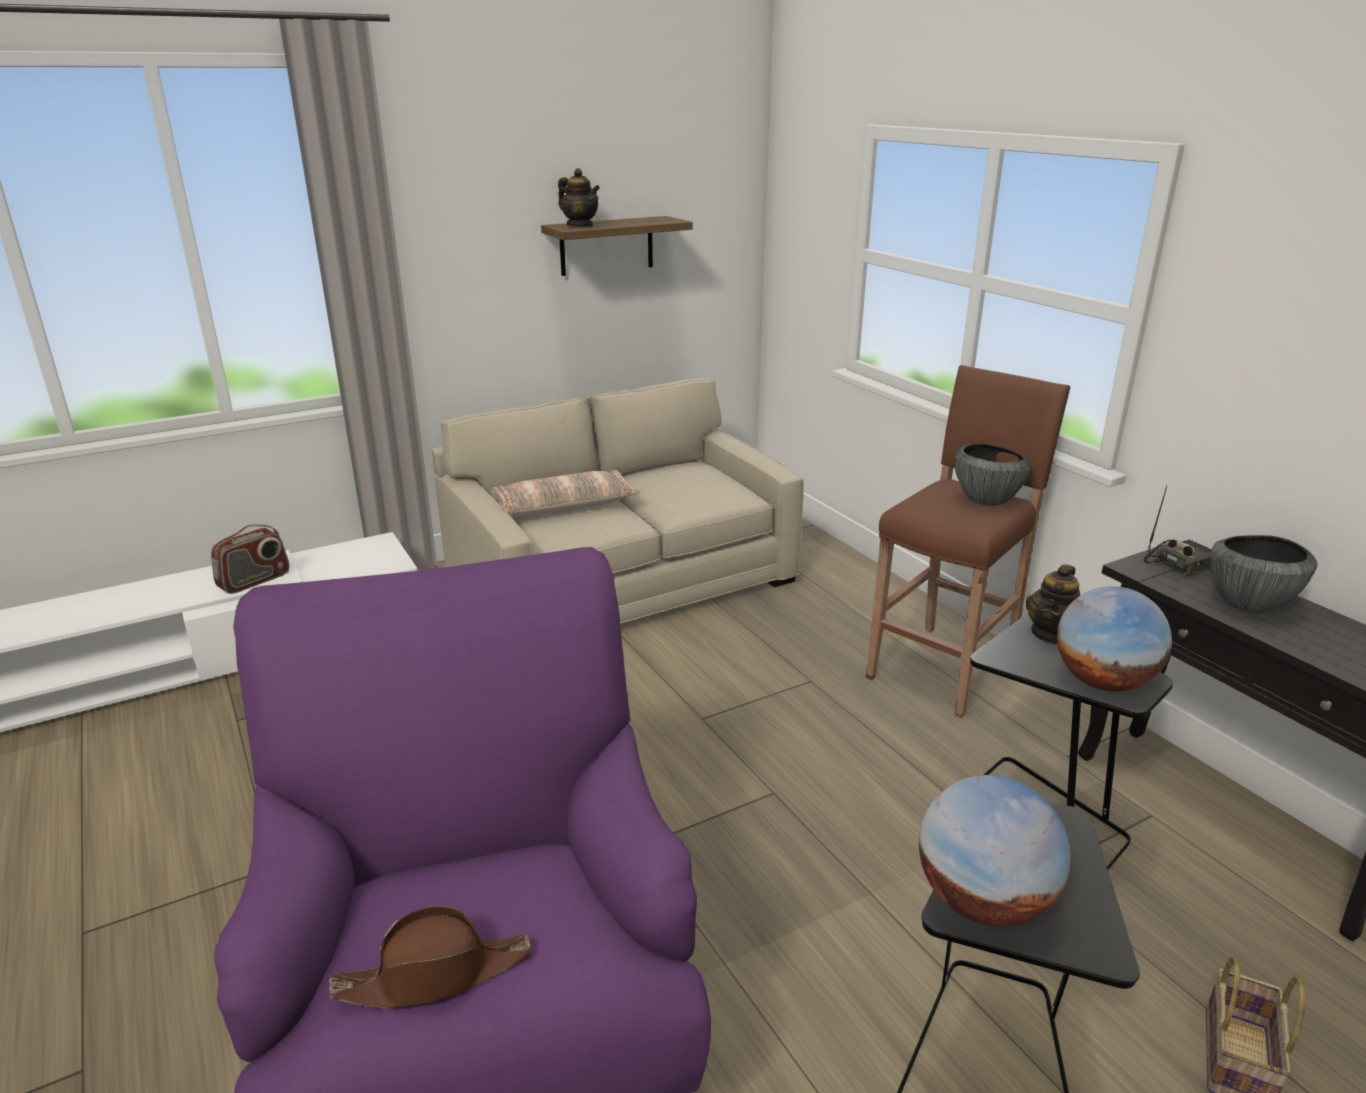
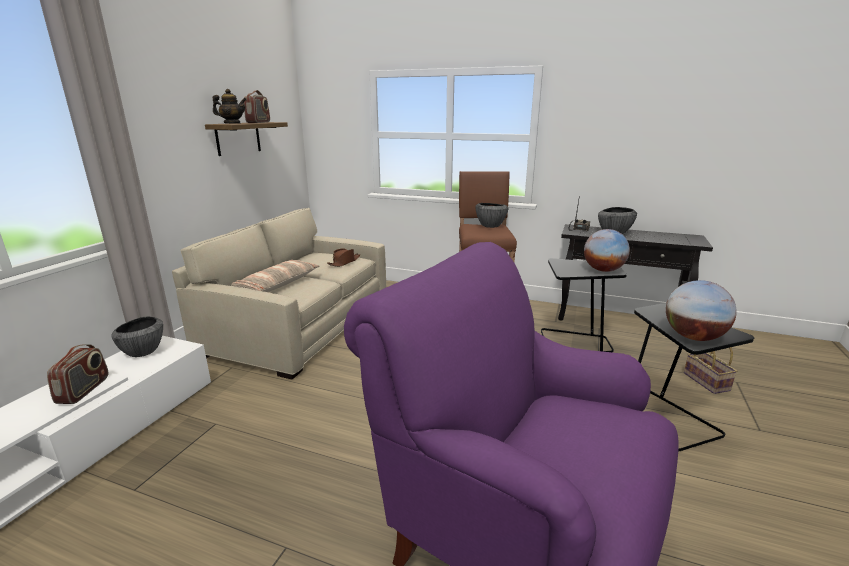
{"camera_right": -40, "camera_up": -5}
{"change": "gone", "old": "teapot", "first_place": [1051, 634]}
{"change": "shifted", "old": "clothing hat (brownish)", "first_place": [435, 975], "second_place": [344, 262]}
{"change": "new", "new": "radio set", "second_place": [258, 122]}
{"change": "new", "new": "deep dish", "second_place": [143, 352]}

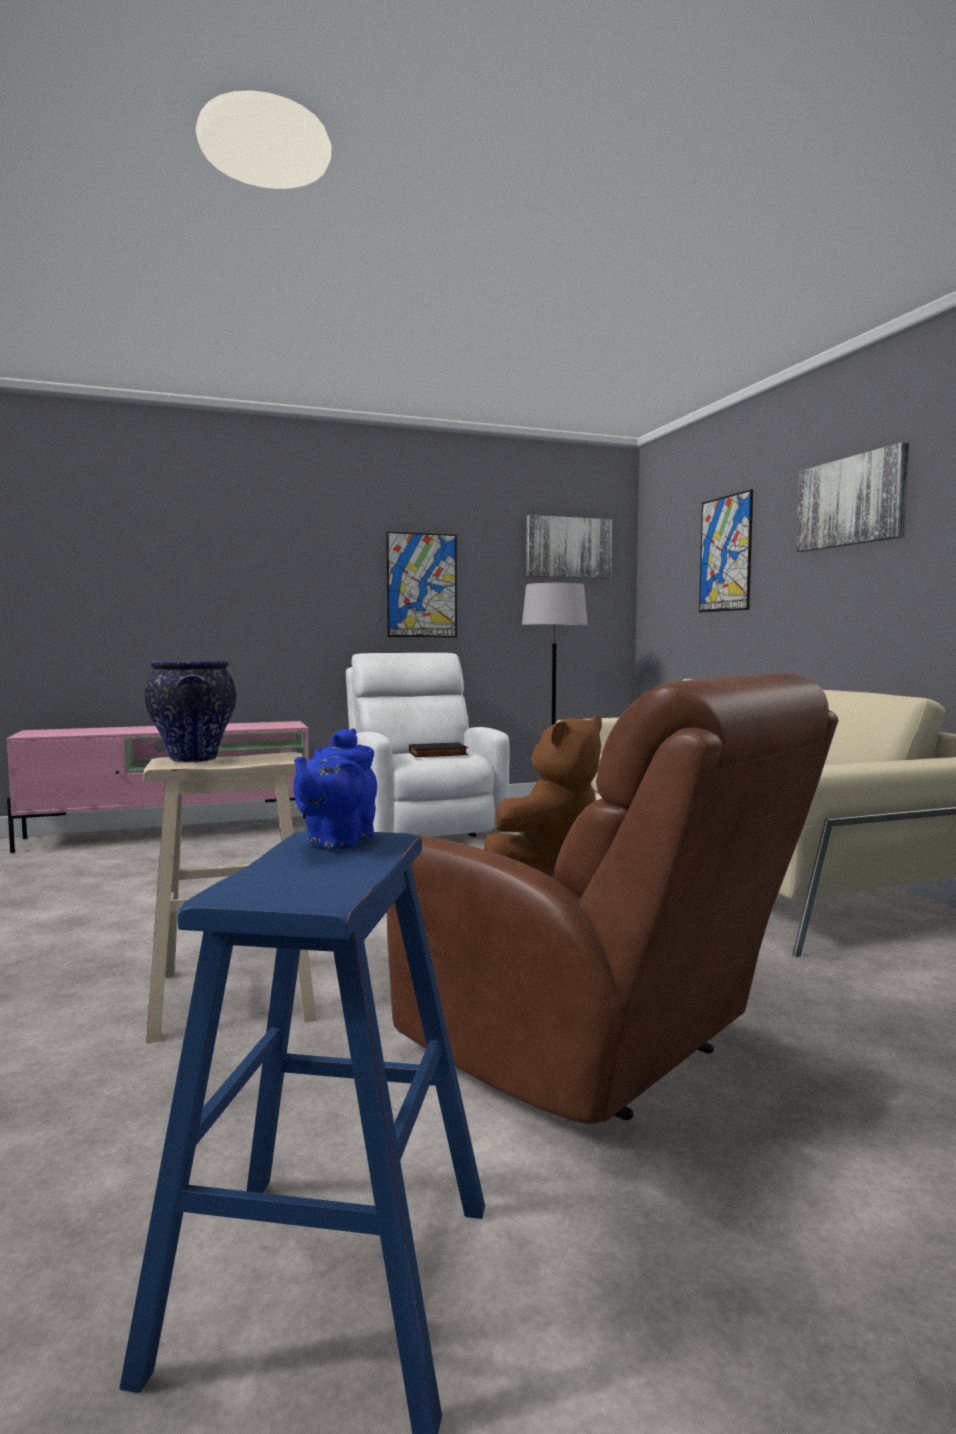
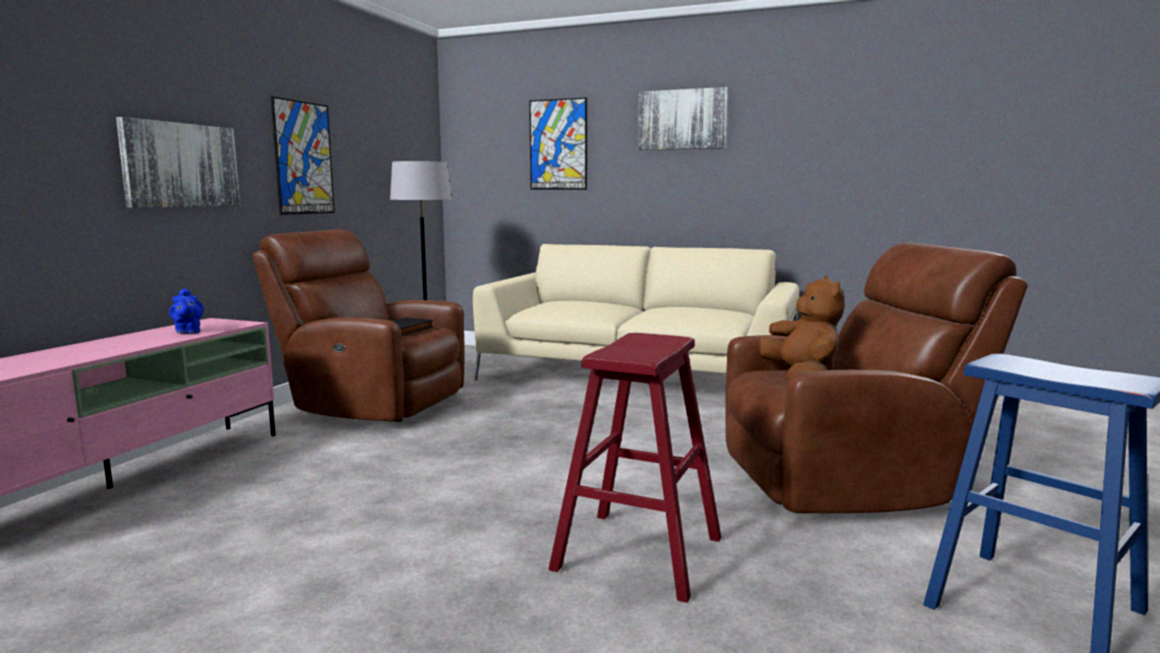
{"camera_right": -50, "camera_up": 5}
{"change": "shifted", "old": "picture", "first_place": [568, 547], "second_place": [180, 165]}
{"change": "repainted", "old": "lounge chair (white)", "new": "lounge chair (brownish)", "first_place": [423, 826], "second_place": [372, 405]}
{"change": "gone", "old": "flower vase", "first_place": [193, 759]}
{"change": "shifted", "old": "teapot (blue-coloured)", "first_place": [336, 841], "second_place": [188, 332]}
{"change": "repainted", "old": "stool seat (beige-coloured)", "new": "stool seat (red)", "first_place": [235, 995], "second_place": [638, 553]}

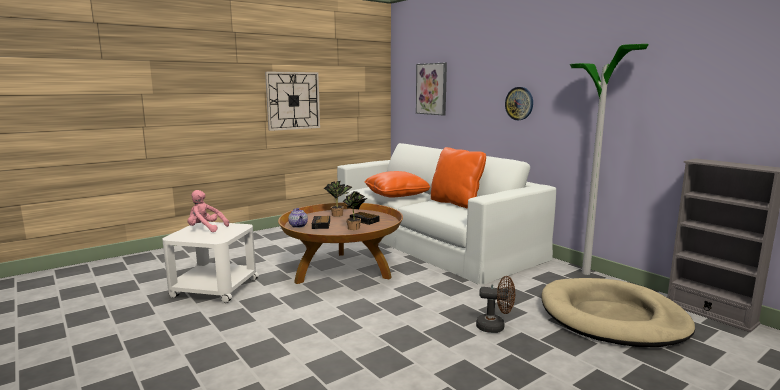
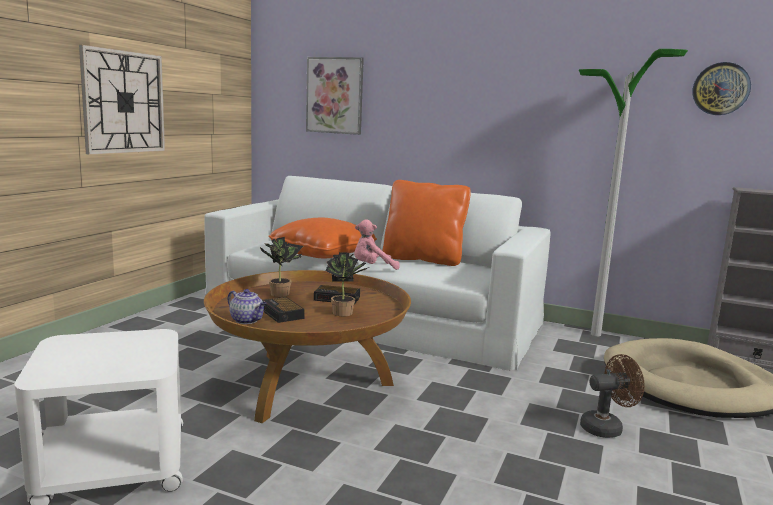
{"camera_right": -30, "camera_up": 0}
{"change": "shifted", "old": "clock on the wall", "first_place": [519, 103], "second_place": [720, 89]}
{"change": "shifted", "old": "cuddly toy (pink-coloured)", "first_place": [205, 229], "second_place": [372, 268]}

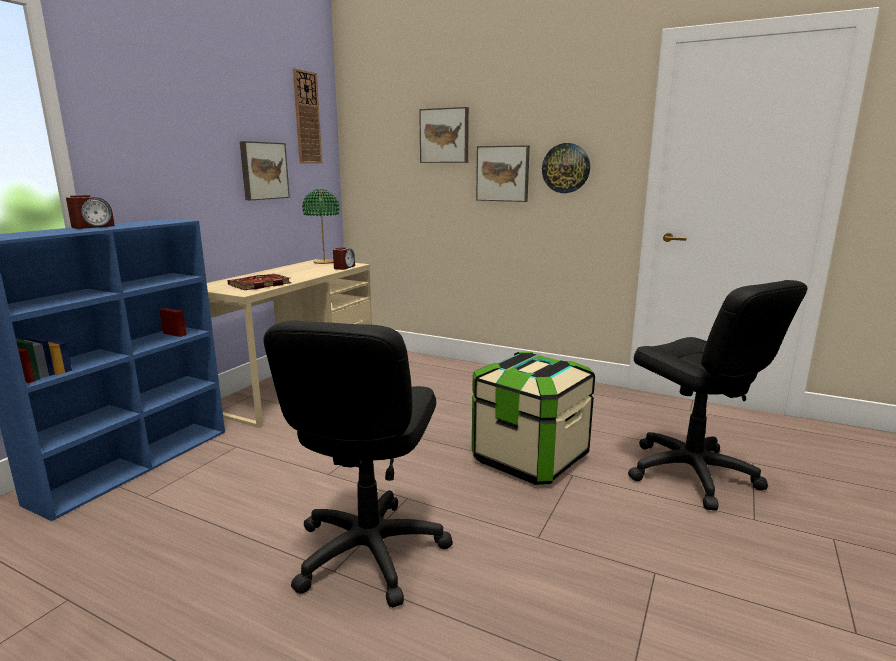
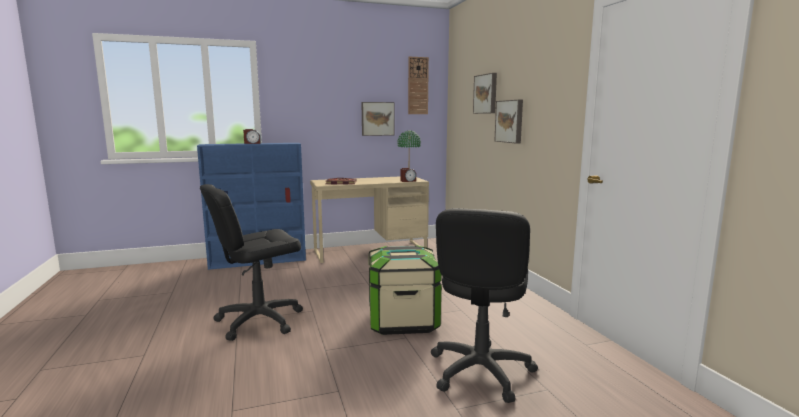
{"camera_right": 45, "camera_up": -5}
{"change": "gone", "old": "clock on the wall", "first_place": [566, 168]}

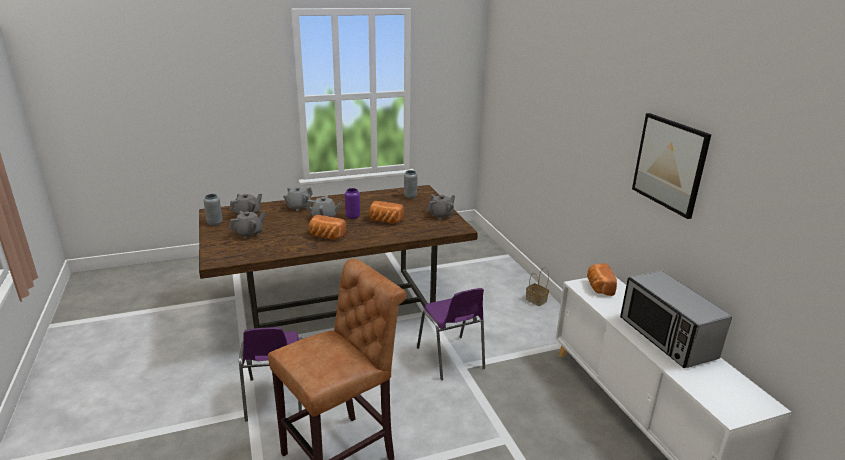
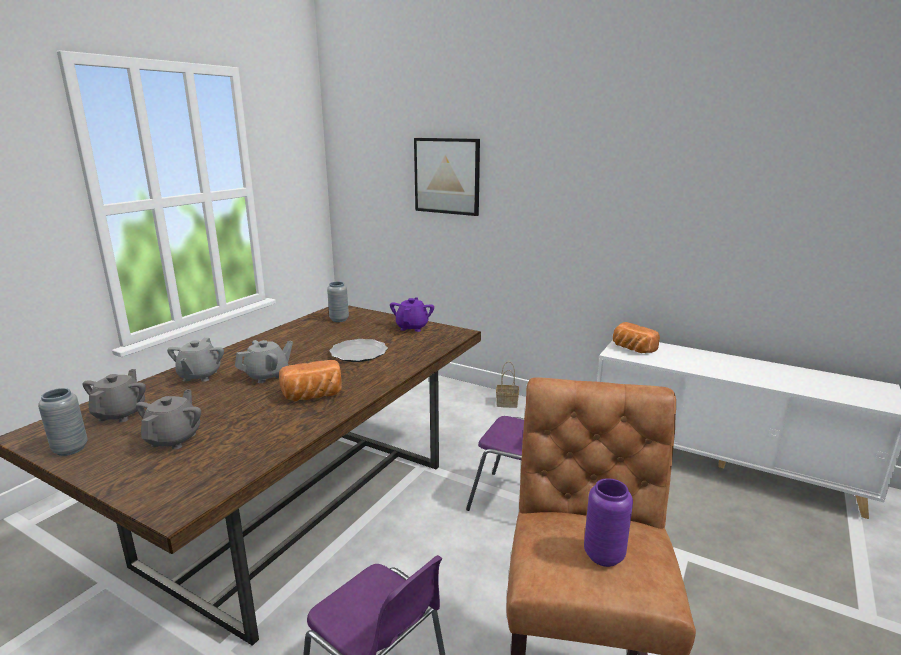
{"camera_right": -40, "camera_up": -5}
{"change": "shifted", "old": "picture", "first_place": [669, 164], "second_place": [447, 176]}
{"change": "shifted", "old": "flower vase (purple)", "first_place": [353, 217], "second_place": [604, 555]}
{"change": "repainted", "old": "teapot (grey)", "new": "teapot (purple)", "first_place": [441, 215], "second_place": [412, 327]}
{"change": "swapped", "old": "bread", "new": "flat dish", "first_place": [385, 221], "second_place": [358, 353]}
{"change": "gone", "old": "microwave oven", "first_place": [666, 338]}

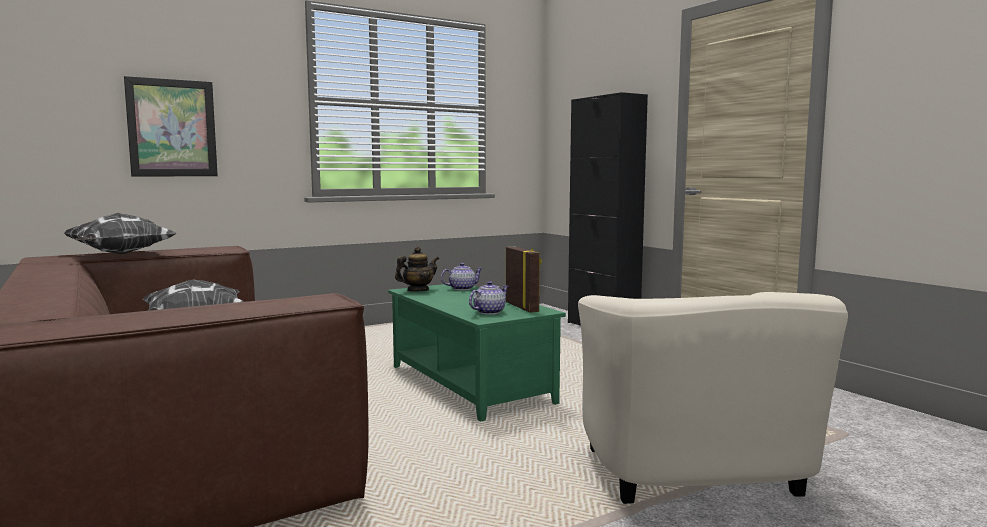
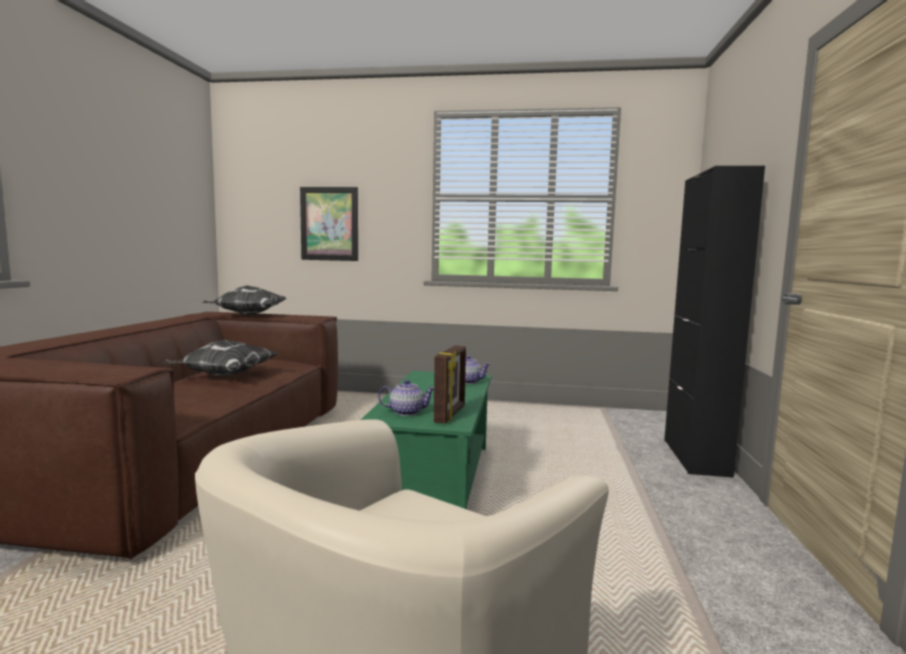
{"camera_right": 40, "camera_up": 0}
{"change": "gone", "old": "teapot", "first_place": [417, 290]}

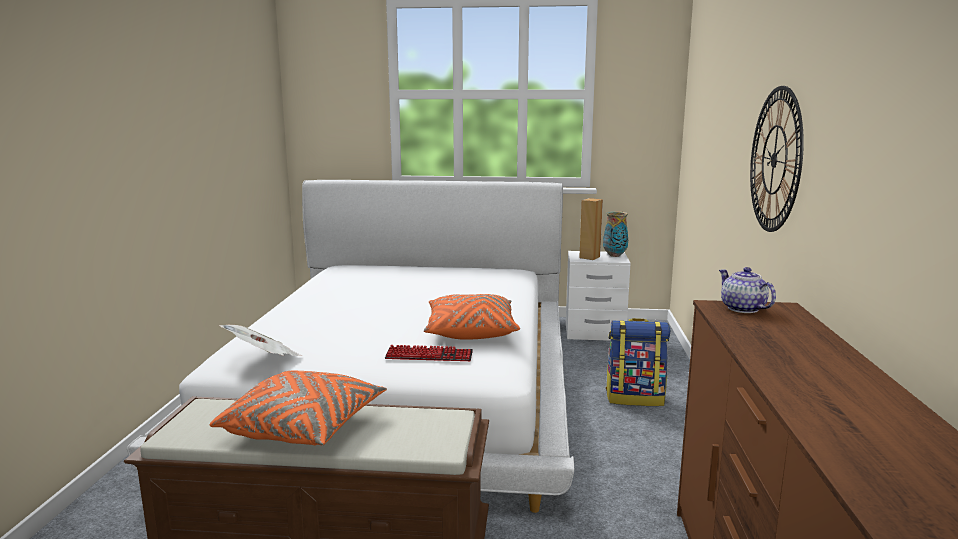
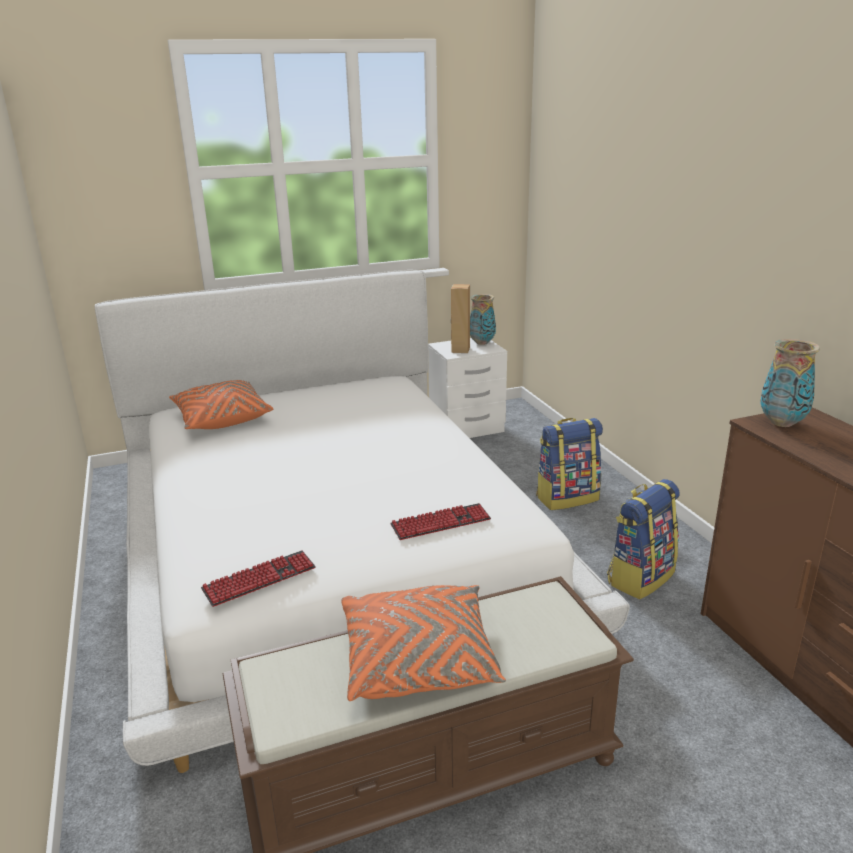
{"camera_right": -25, "camera_up": 10}
{"change": "gone", "old": "clock on the wall", "first_place": [774, 160]}
{"change": "swapped", "old": "teapot", "new": "flower vase", "first_place": [743, 309], "second_place": [782, 423]}
{"change": "shifted", "old": "cushion (orange)", "first_place": [470, 331], "second_place": [221, 418]}
{"change": "swapped", "old": "daily paper", "new": "computer keyboard", "first_place": [264, 359], "second_place": [259, 579]}
{"change": "new", "new": "backpack", "second_place": [640, 577]}

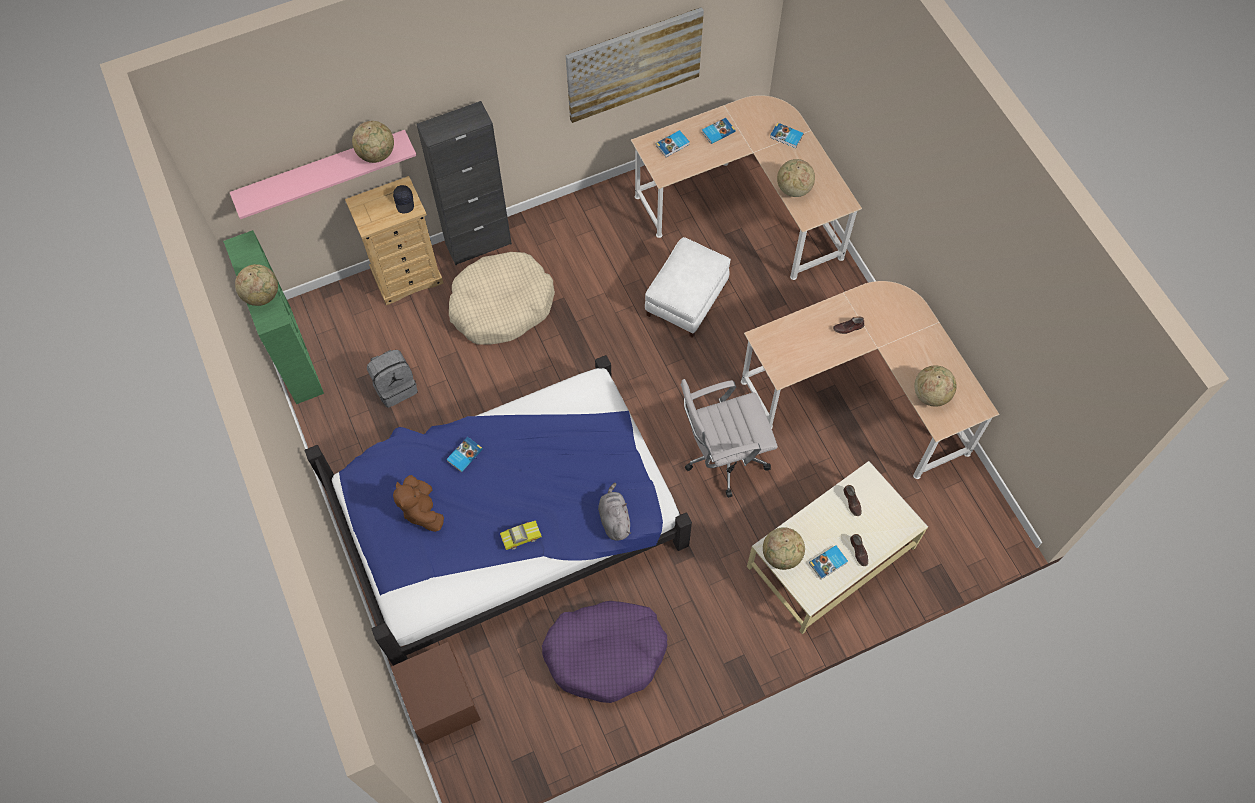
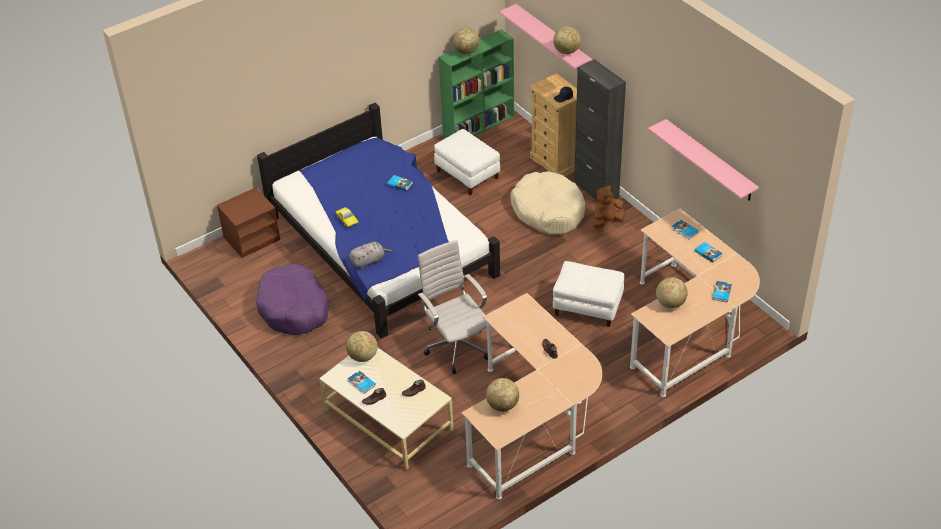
{"camera_right": 80, "camera_up": -20}
{"change": "swapped", "old": "picture", "new": "shelf (pink-coloured)", "first_place": [634, 64], "second_place": [710, 161]}
{"change": "swapped", "old": "backpack (grey)", "new": "ottoman (white)", "first_place": [395, 387], "second_place": [468, 174]}
{"change": "shifted", "old": "cuddly toy (brownish)", "first_place": [422, 510], "second_place": [606, 221]}

